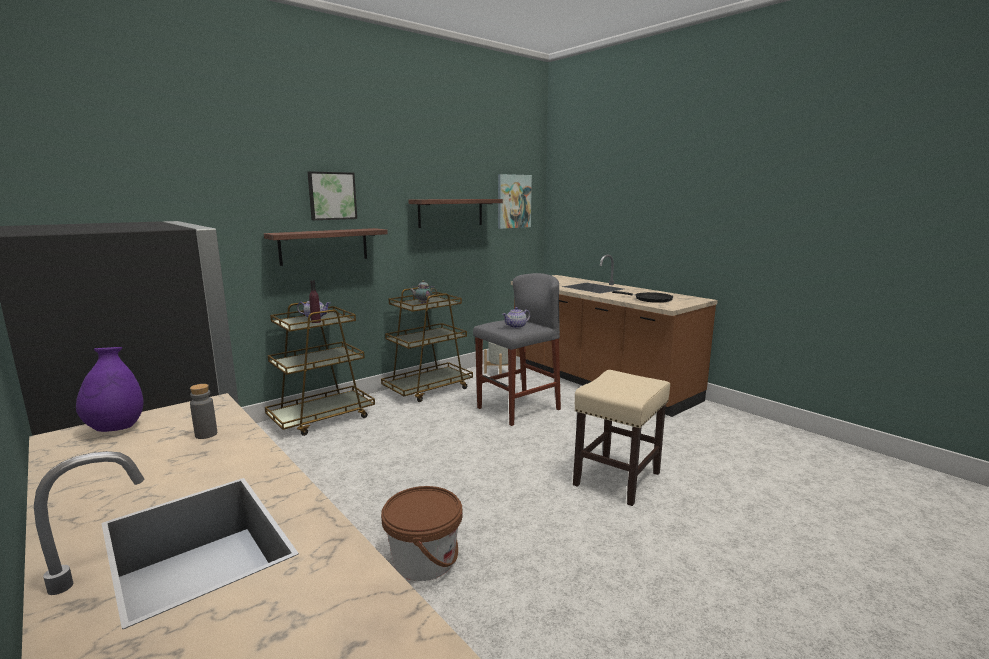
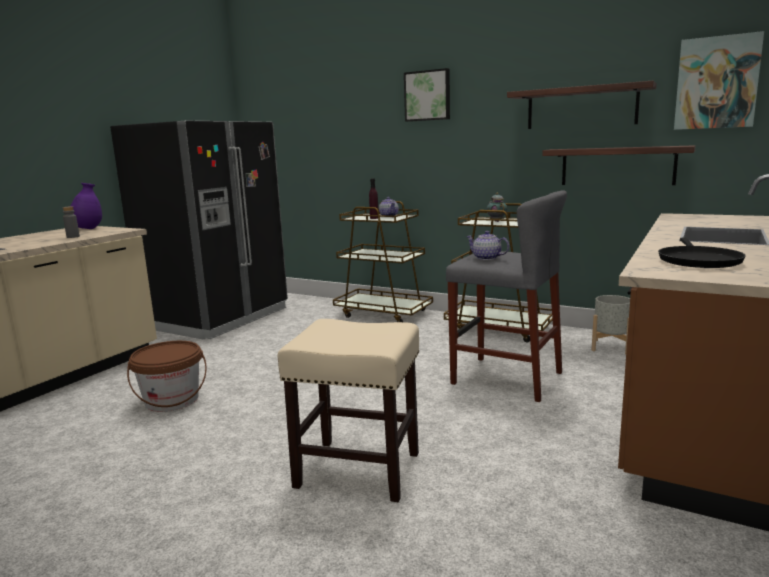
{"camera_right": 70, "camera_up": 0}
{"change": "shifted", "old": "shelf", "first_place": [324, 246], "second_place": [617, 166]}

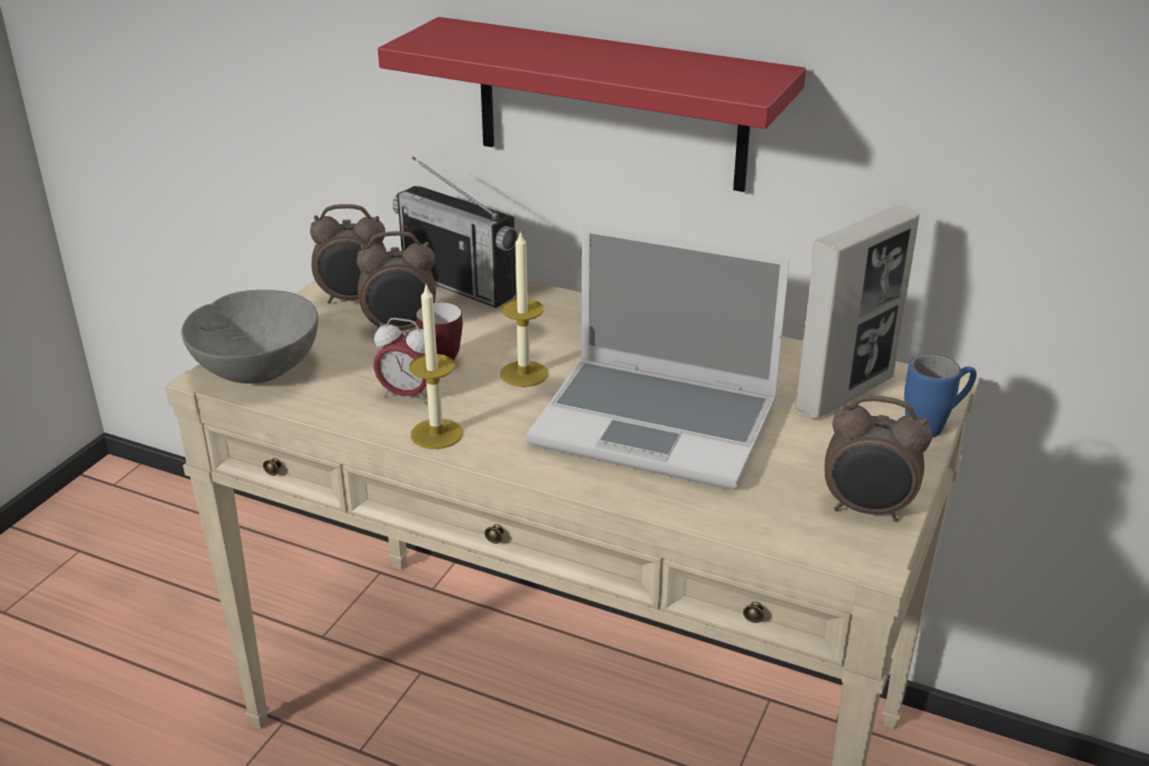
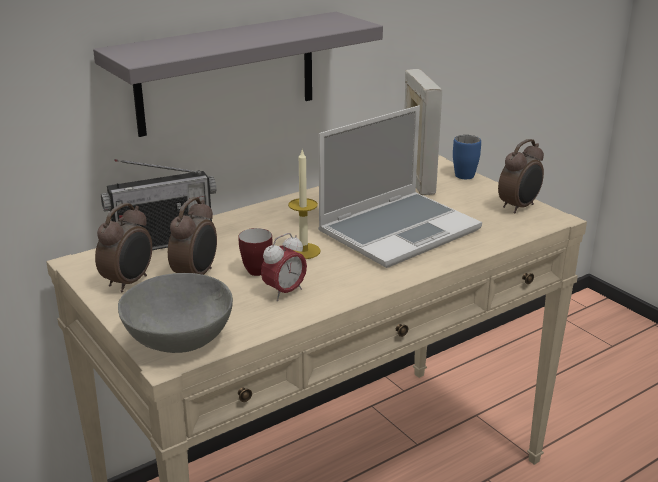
{"camera_right": -60, "camera_up": -5}
{"change": "repainted", "old": "shelf (red)", "new": "shelf (grey)", "first_place": [610, 105], "second_place": [227, 73]}
{"change": "gone", "old": "wax candle", "first_place": [436, 434]}

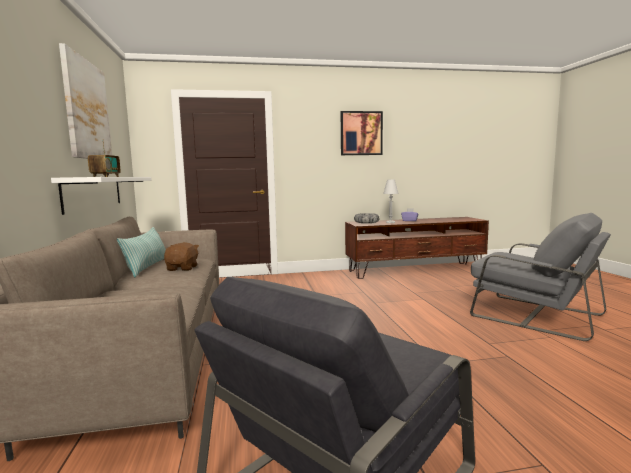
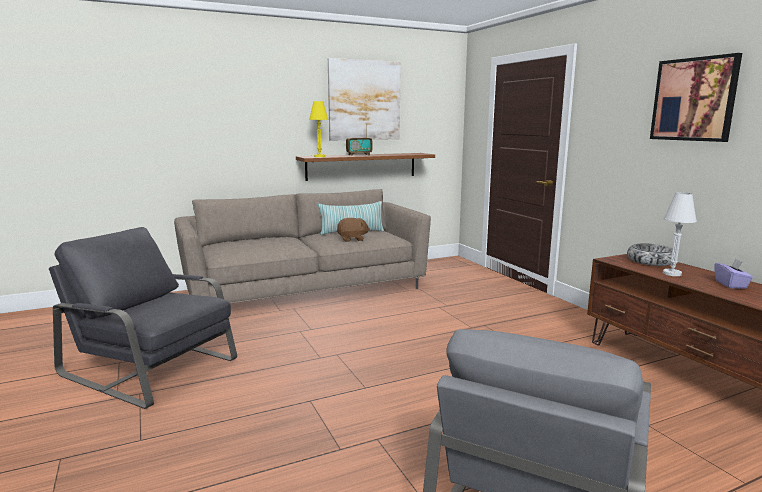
{"camera_right": 75, "camera_up": 5}
{"change": "repainted", "old": "shelf (white)", "new": "shelf (brownish)", "first_place": [94, 192], "second_place": [361, 166]}
{"change": "new", "new": "table lamp (yellow-coloured)", "second_place": [319, 156]}

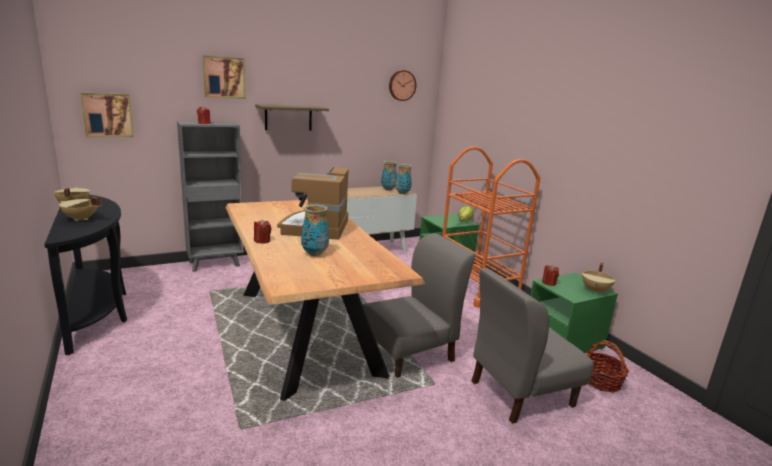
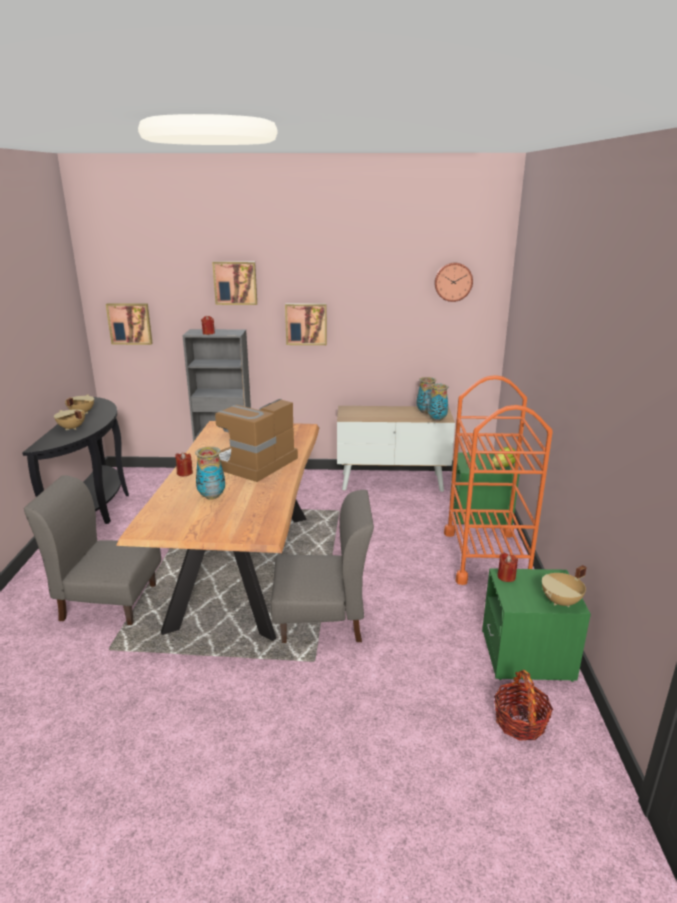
{"camera_right": 30, "camera_up": 5}
{"change": "swapped", "old": "shelf", "new": "picture", "first_place": [288, 117], "second_place": [306, 324]}
{"change": "shifted", "old": "upright chair (grey)", "first_place": [520, 393], "second_place": [108, 602]}

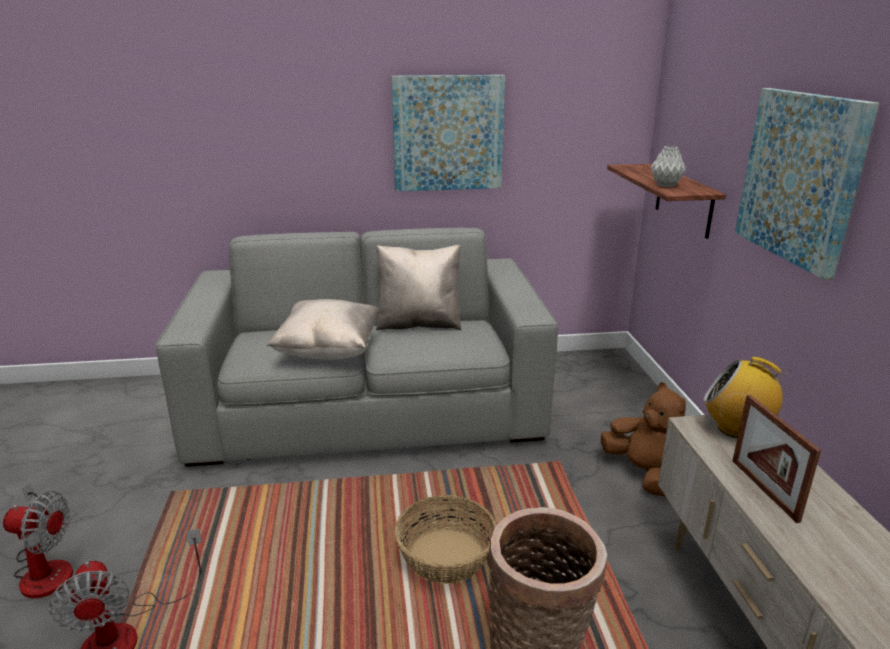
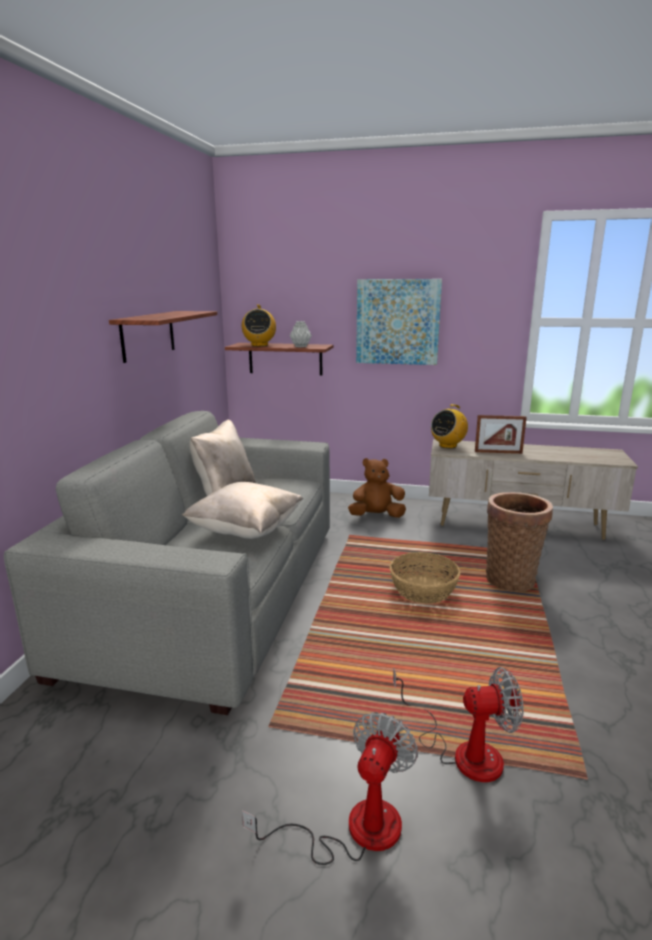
{"camera_right": -70, "camera_up": -5}
{"change": "swapped", "old": "picture", "new": "shelf", "first_place": [448, 133], "second_place": [148, 335]}
{"change": "new", "new": "radio set", "second_place": [259, 345]}

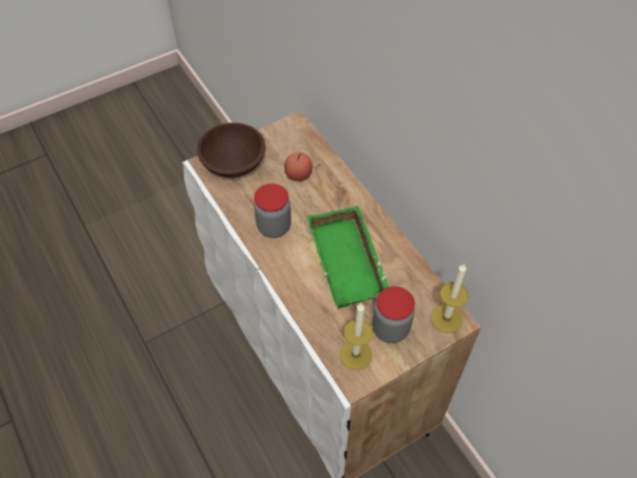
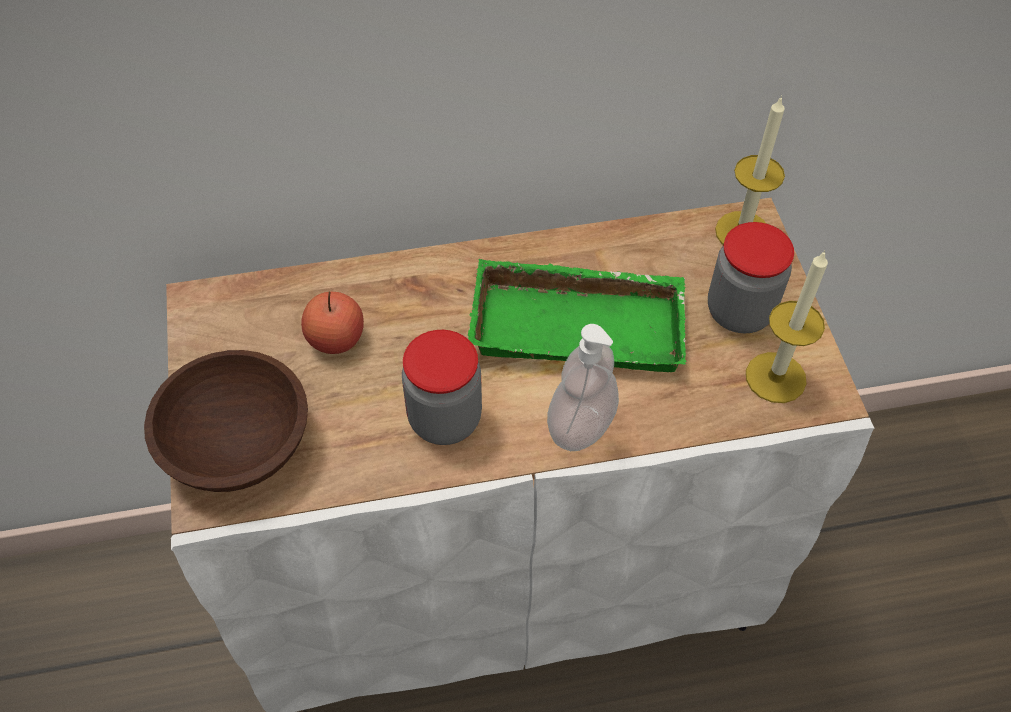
{"camera_right": -70, "camera_up": 0}
{"change": "new", "new": "liquid soap bottle", "second_place": [581, 425]}

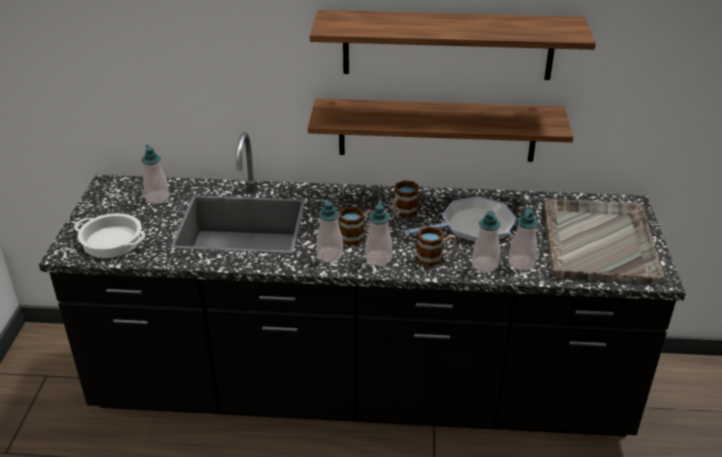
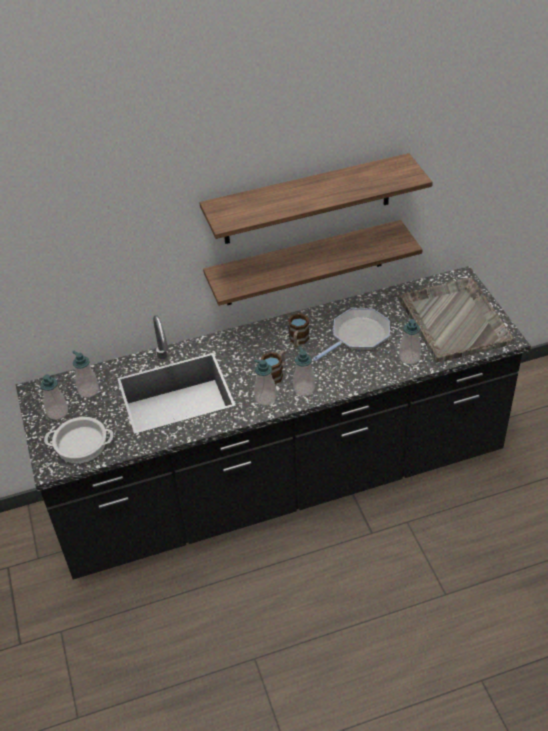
{"camera_right": -20, "camera_up": 10}
{"change": "shifted", "old": "liquid soap bottle", "first_place": [485, 265], "second_place": [57, 412]}
{"change": "gone", "old": "tea mug", "first_place": [435, 258]}

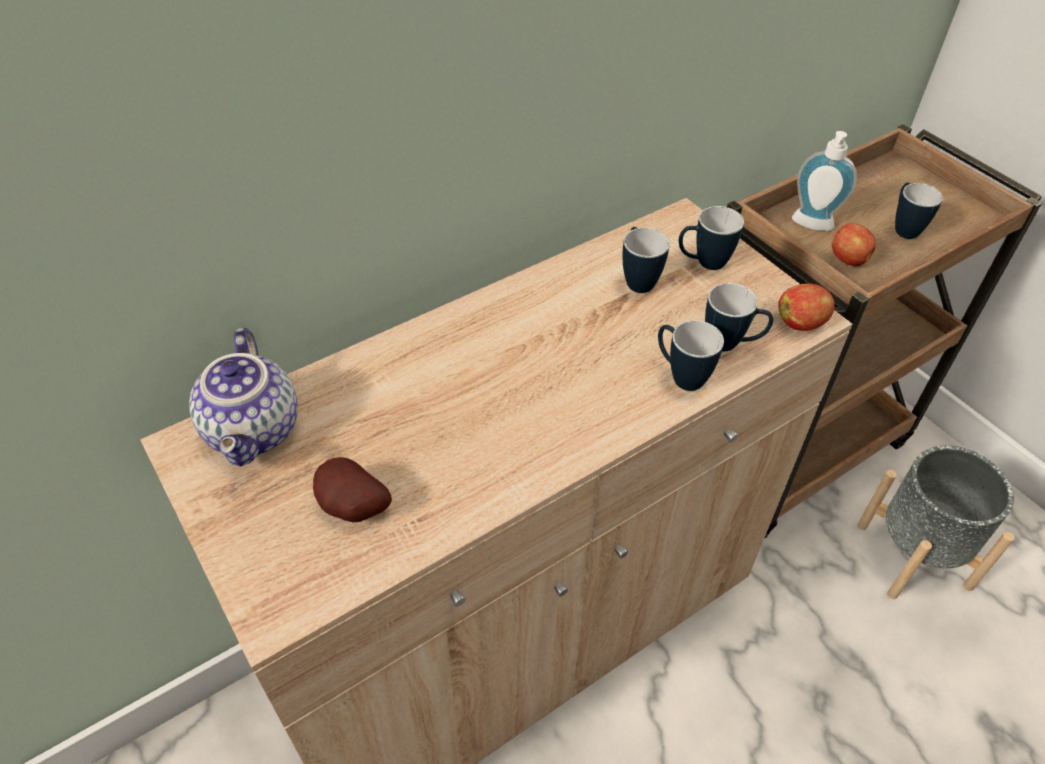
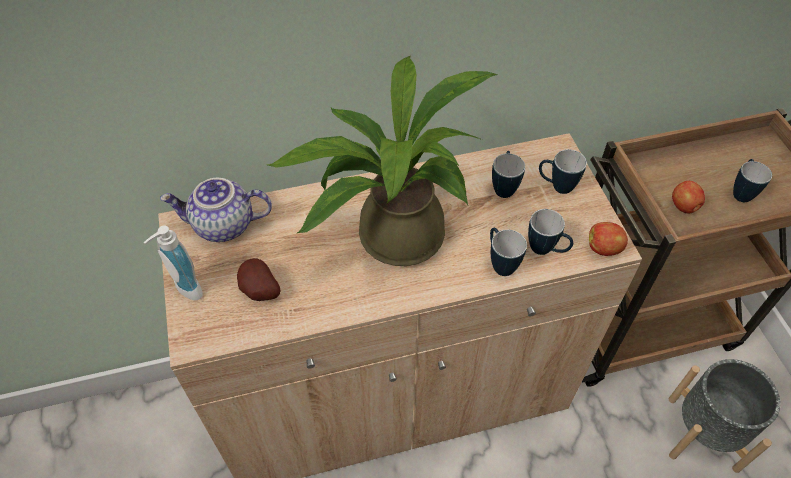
{"camera_right": 20, "camera_up": 5}
{"change": "shifted", "old": "liquid soap bottle", "first_place": [811, 226], "second_place": [184, 290]}
{"change": "rotated", "old": "teapot", "first_place": [256, 431], "second_place": [223, 226], "degrees": 75}
{"change": "new", "new": "houseplant", "second_place": [390, 235]}

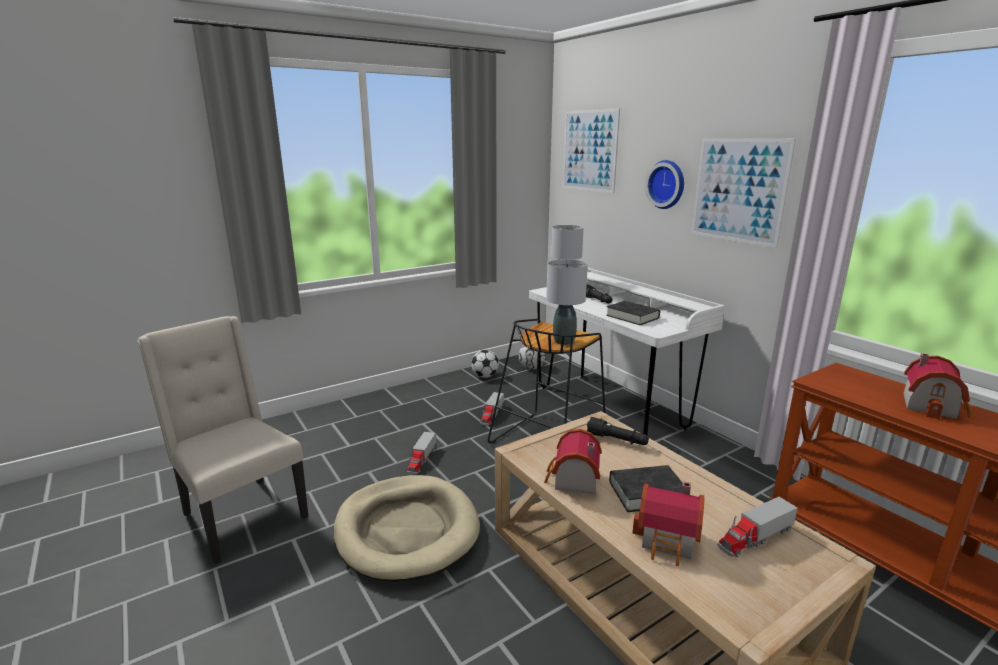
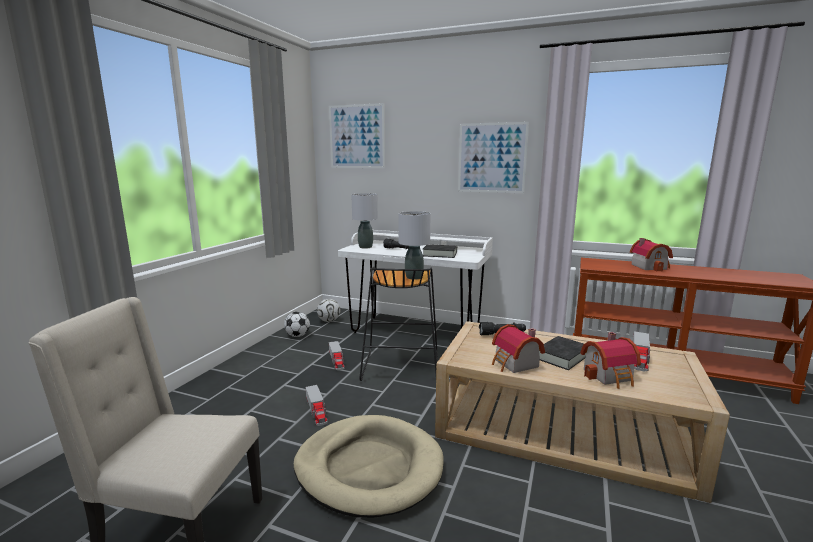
{"camera_right": -35, "camera_up": -5}
{"change": "gone", "old": "clock on the wall", "first_place": [667, 184]}

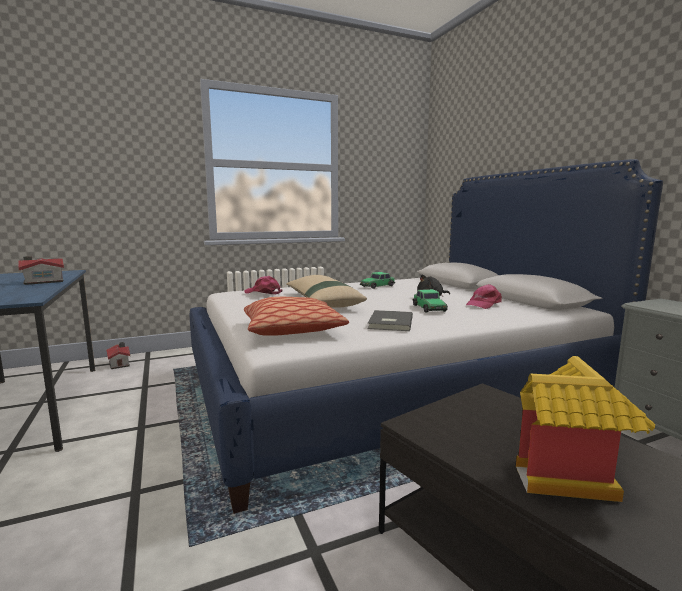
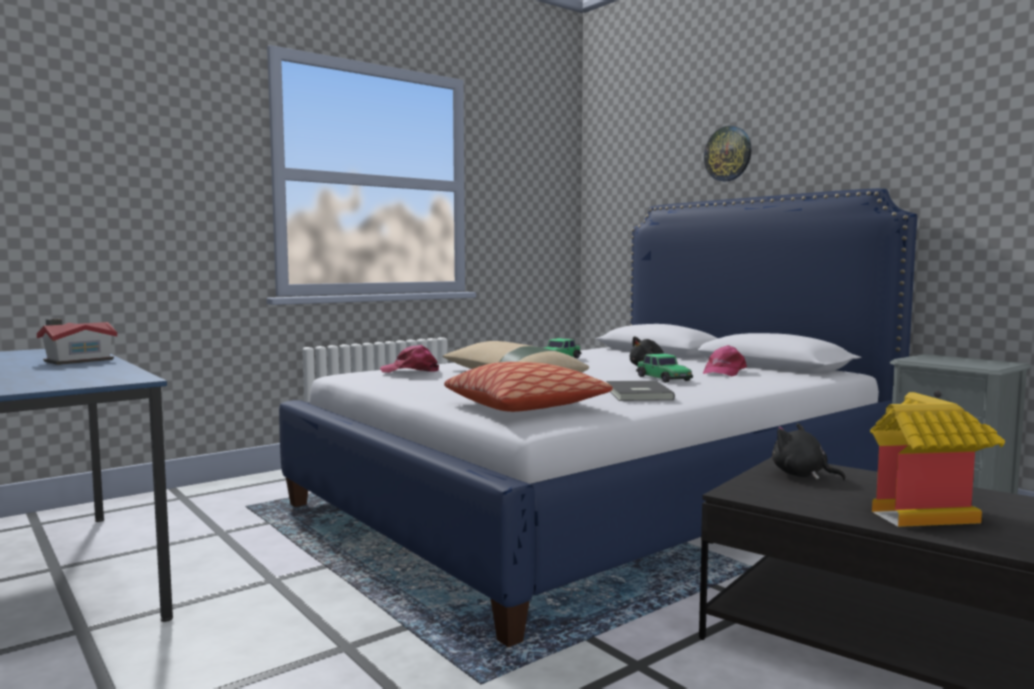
{"camera_right": -15, "camera_up": -5}
{"change": "gone", "old": "toy house", "first_place": [120, 363]}
{"change": "new", "new": "clock on the wall", "second_place": [728, 154]}
{"change": "new", "new": "cuddly toy (black-coloured)", "second_place": [801, 475]}

